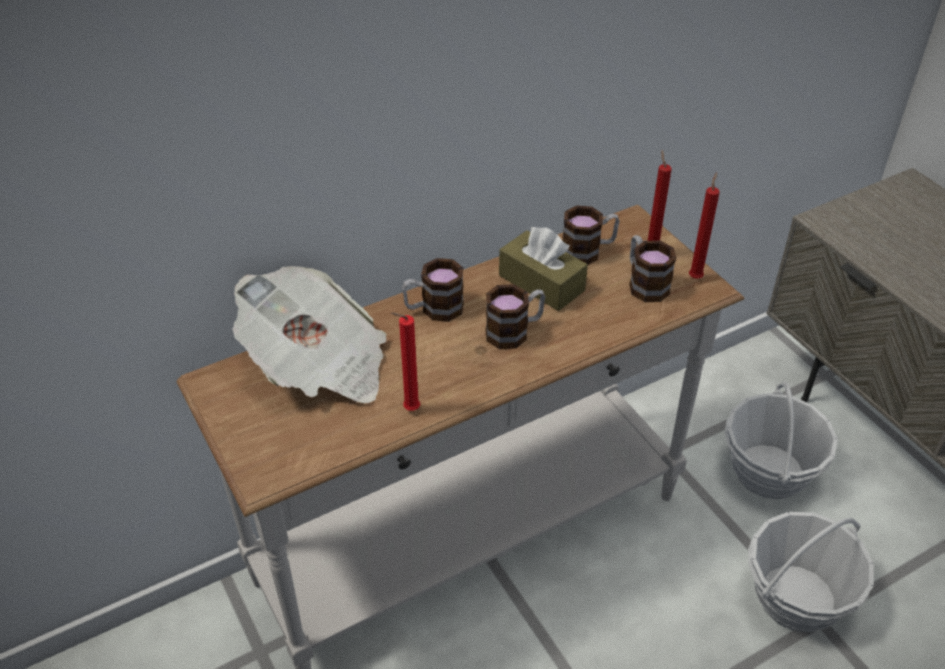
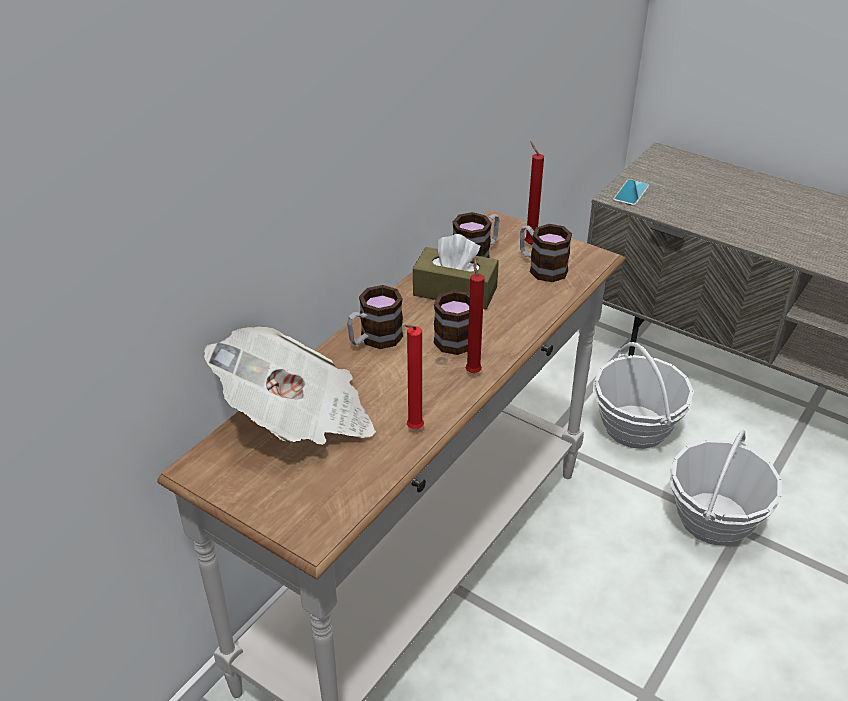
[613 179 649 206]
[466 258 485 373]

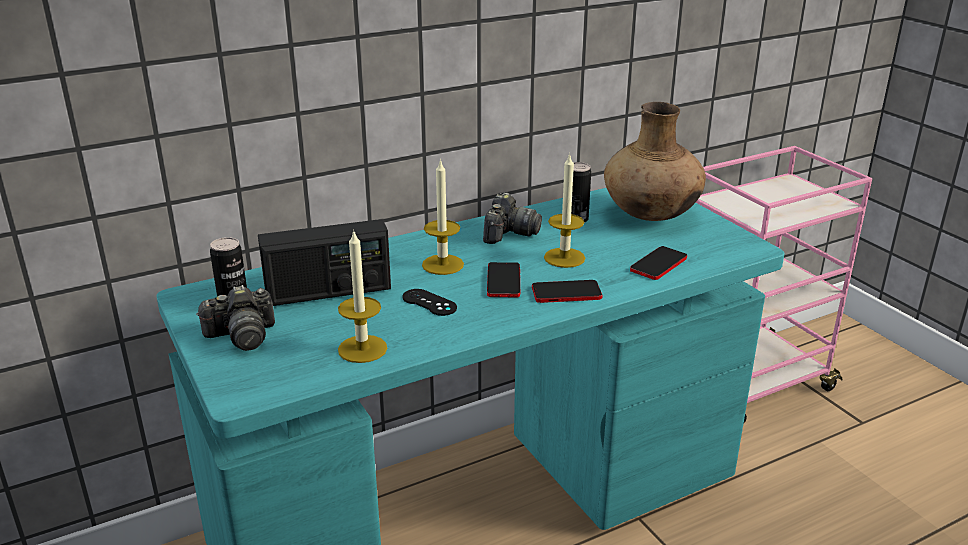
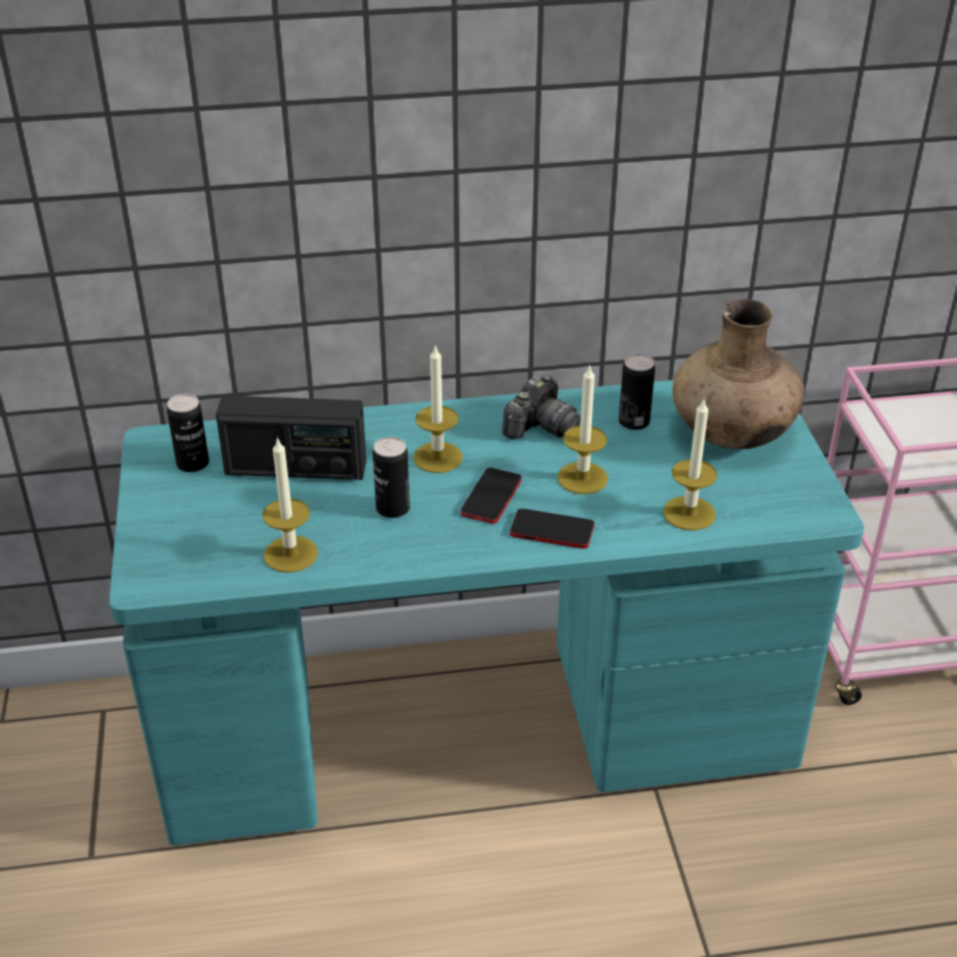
[196 285 275 351] (first image)
[373 437 410 518]
[663 399 717 531]

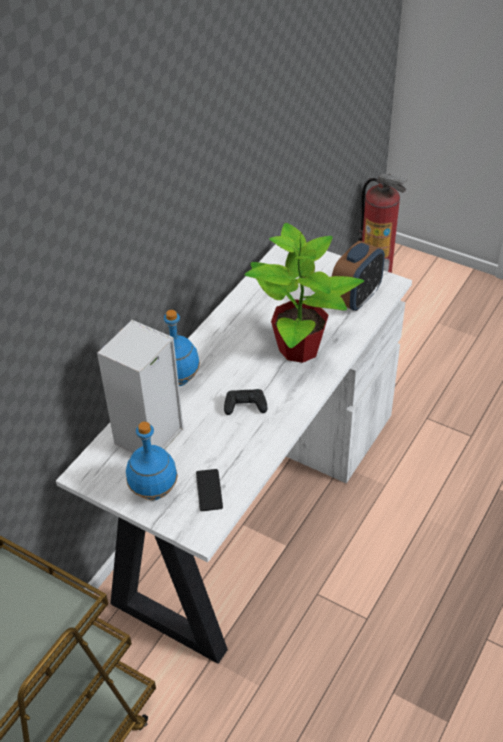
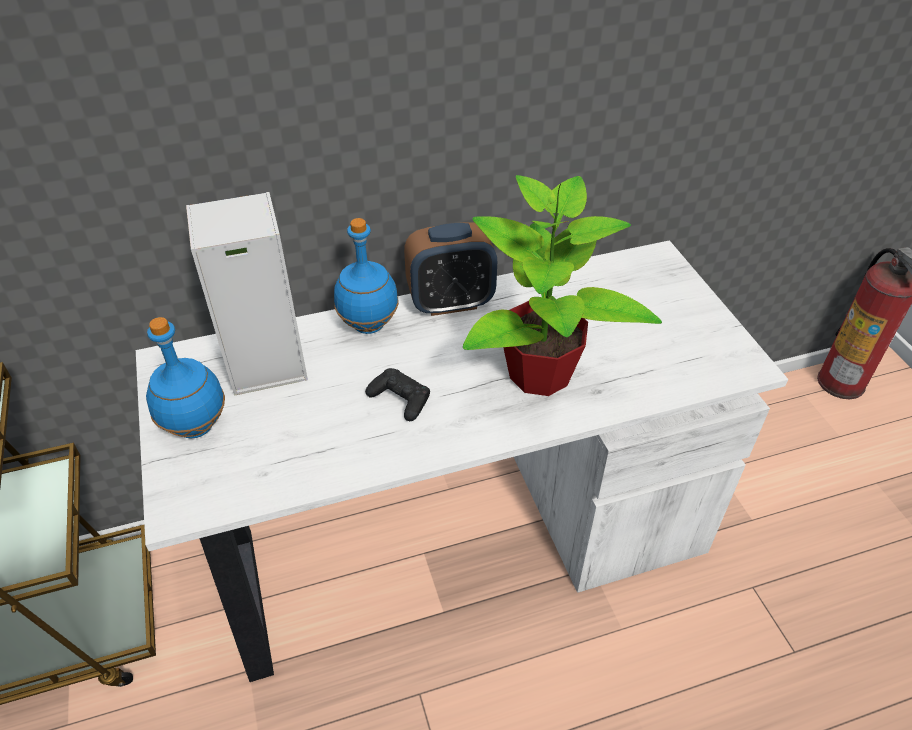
[196 469 223 511] (first image)
[404 222 497 316]

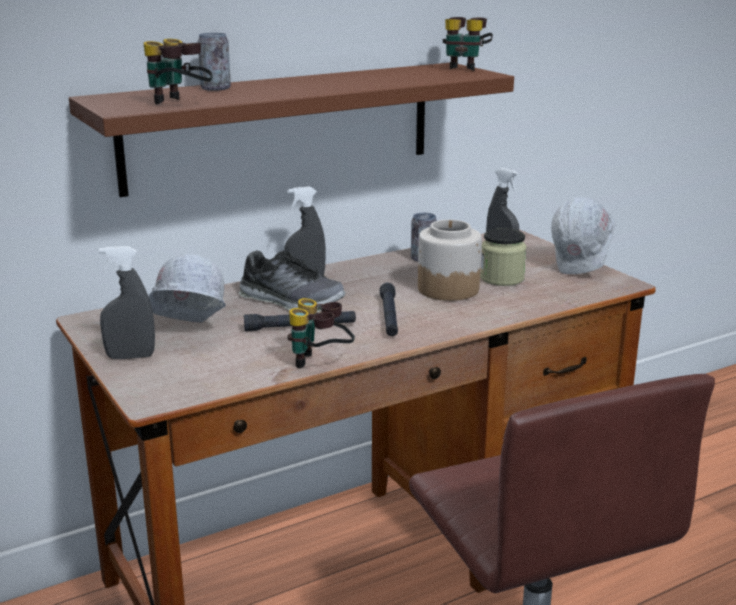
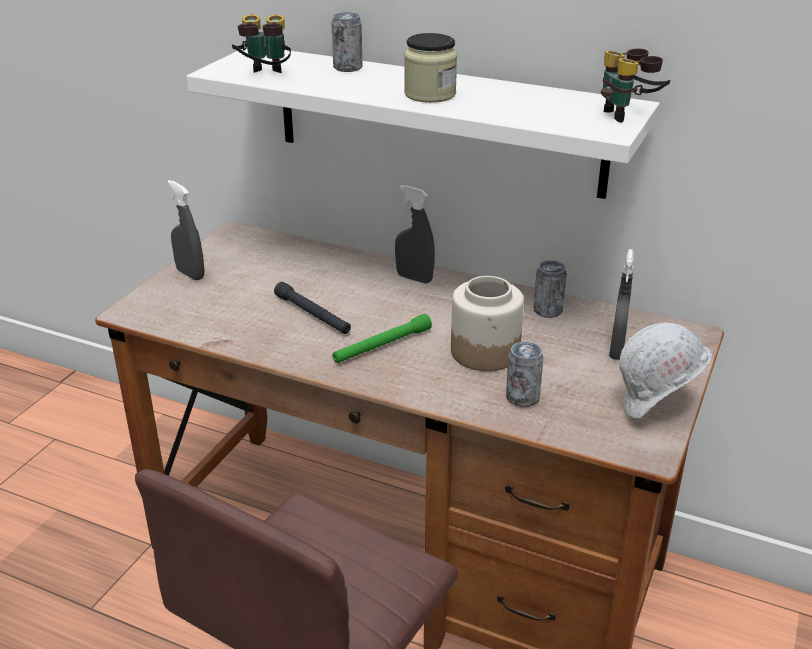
[149 254 226 323] (first image)
[239 250 345 312] (first image)
[287 298 355 368] (first image)
[506 342 544 407]
[404 33 457 103]
[186 47 660 199]
[332 314 432 363]

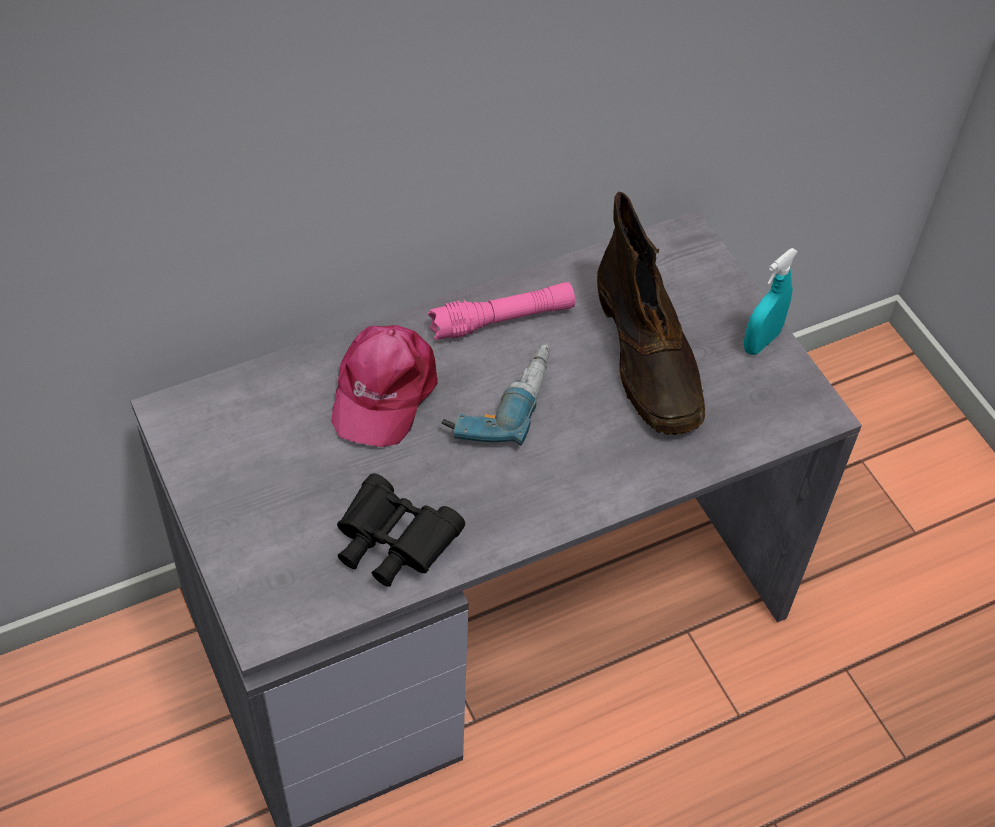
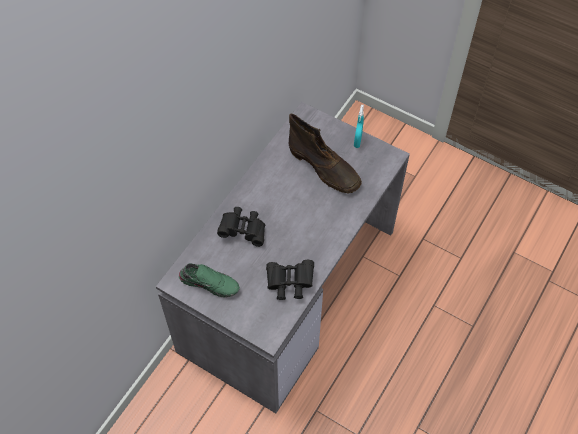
[428 282 575 340] (first image)
[442 344 550 446] (first image)
[179 263 240 297]
[217 207 265 247]

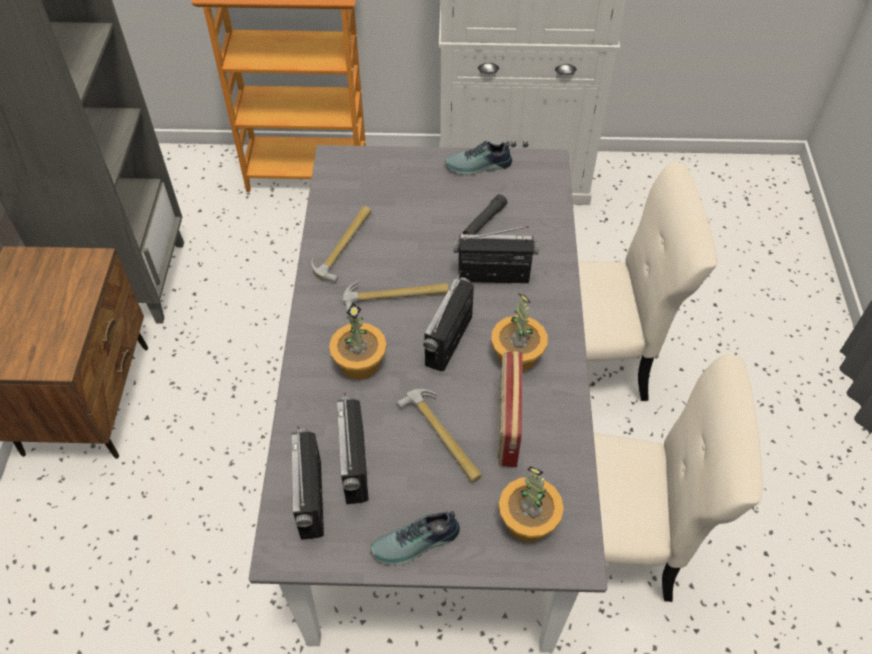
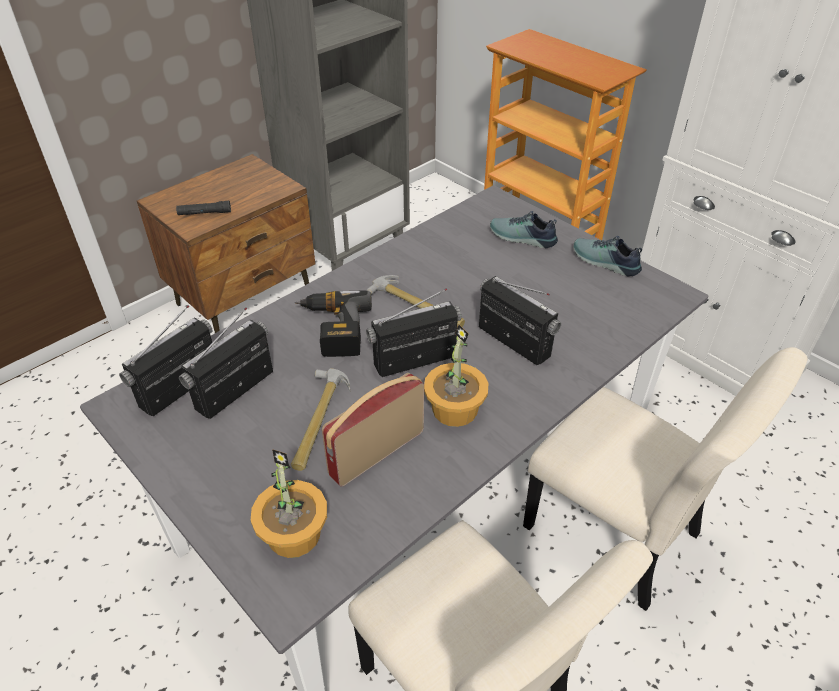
[311 206 371 282] (first image)
[490 211 558 248]
[176 201 231 215]
[295 291 372 357]

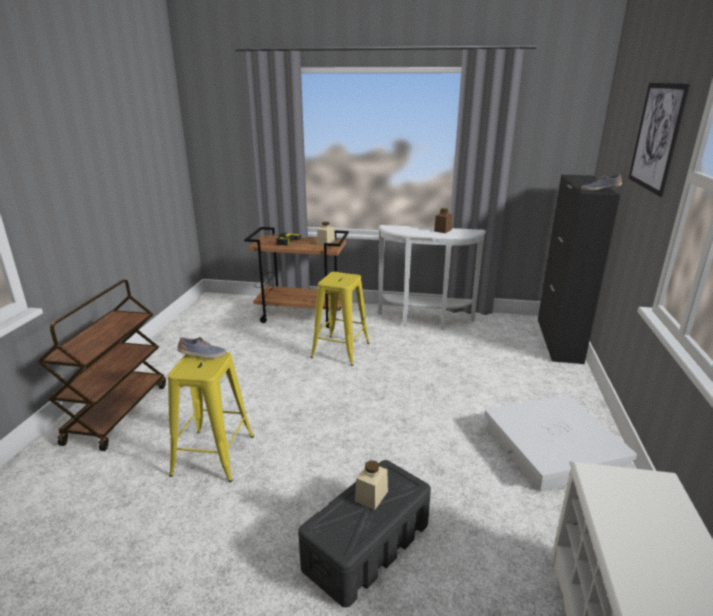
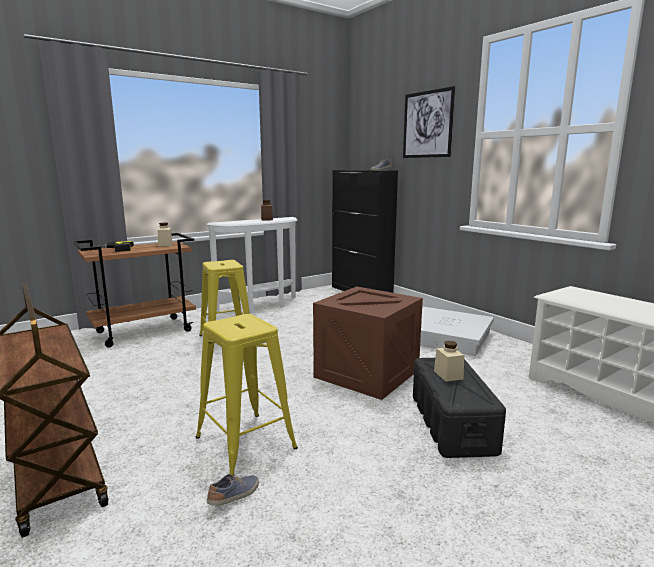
[313 286 423 400]
[207 474 259 506]

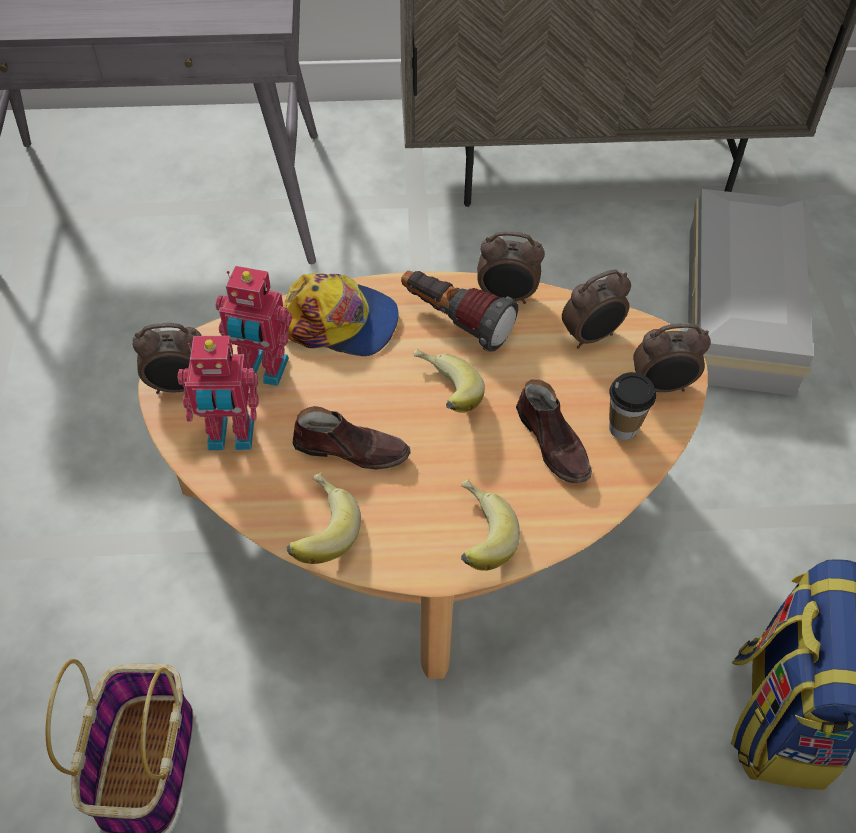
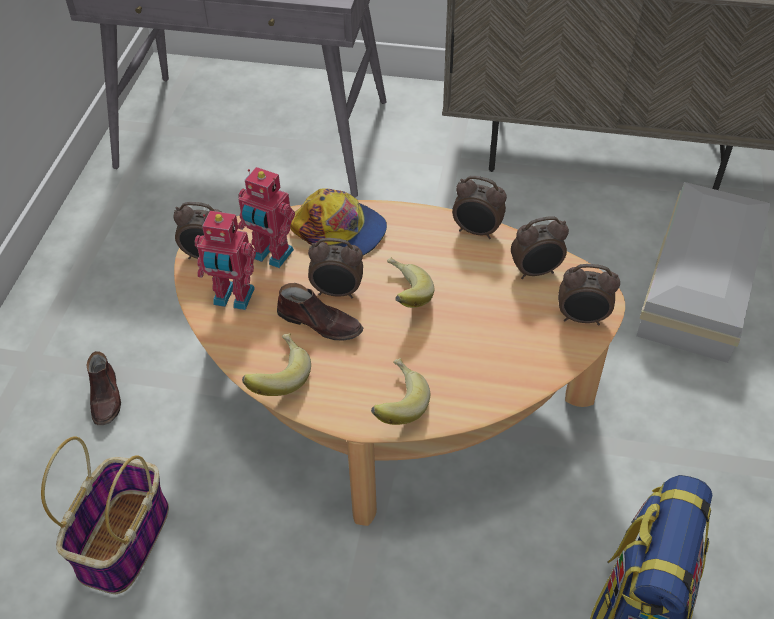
[401 271 518 352] (first image)
[609 372 656 440] (first image)
[308 238 363 298]
[86 351 121 425]

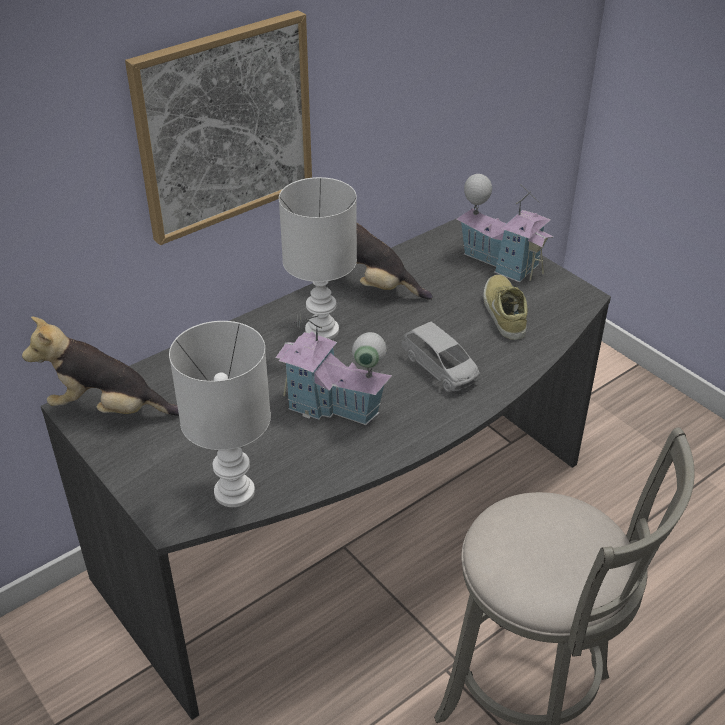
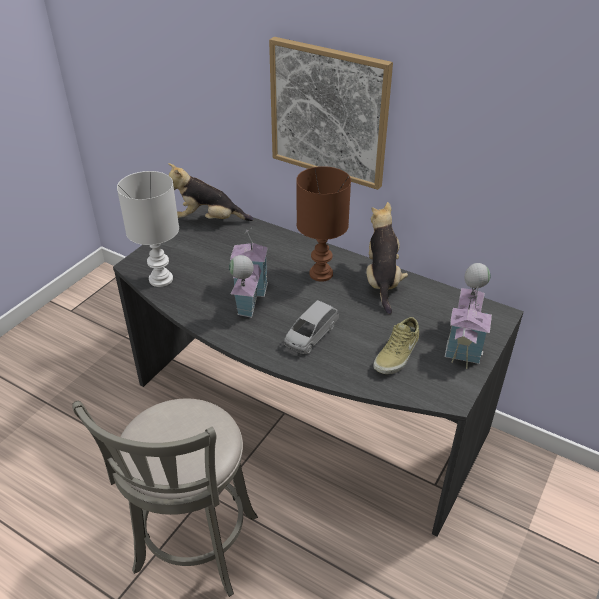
[296 166 351 282]
[168 163 254 221]
[373 317 419 374]

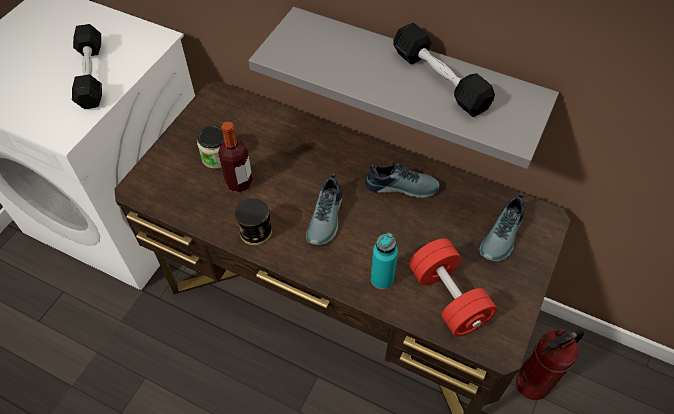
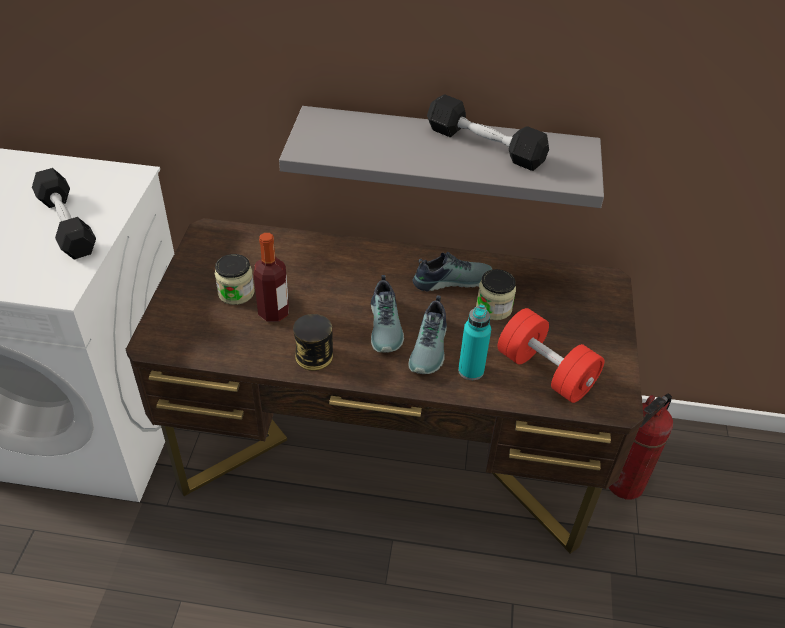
[476 269 516 320]
[408 295 447 374]

